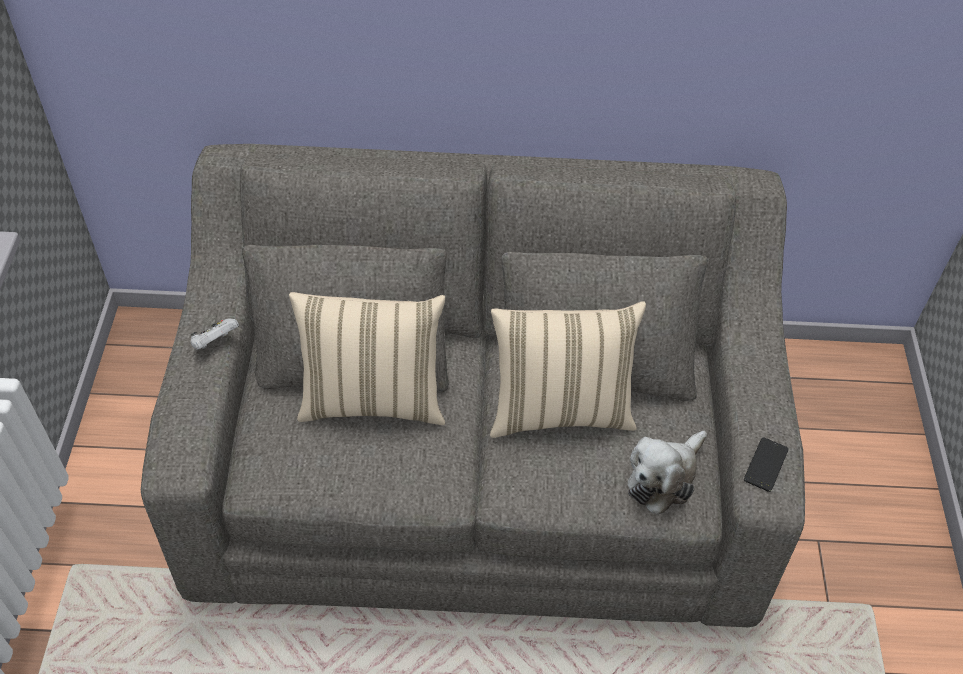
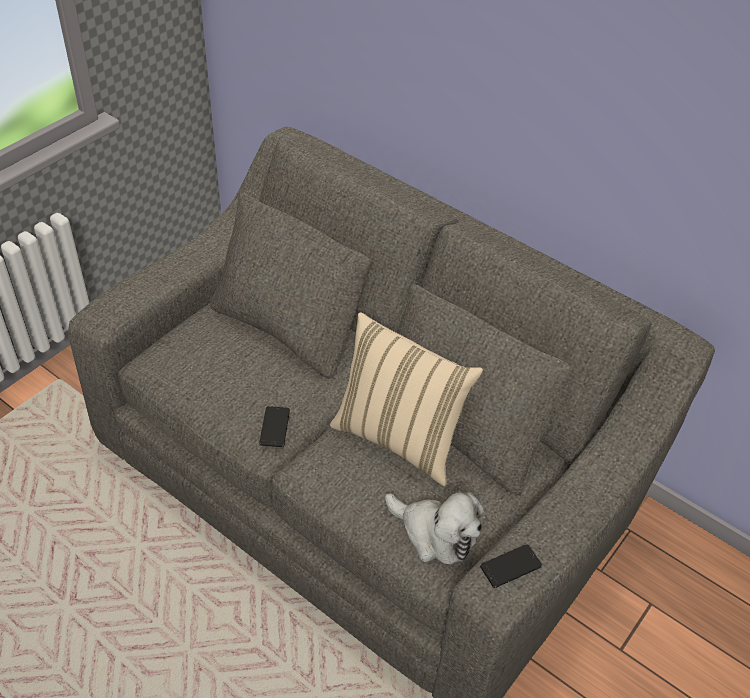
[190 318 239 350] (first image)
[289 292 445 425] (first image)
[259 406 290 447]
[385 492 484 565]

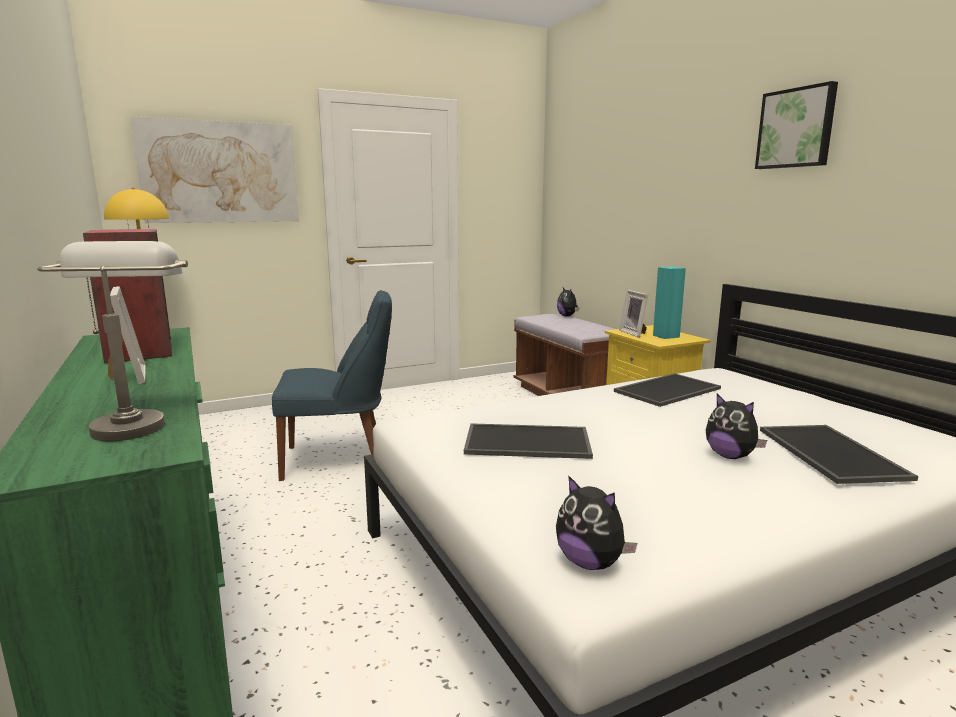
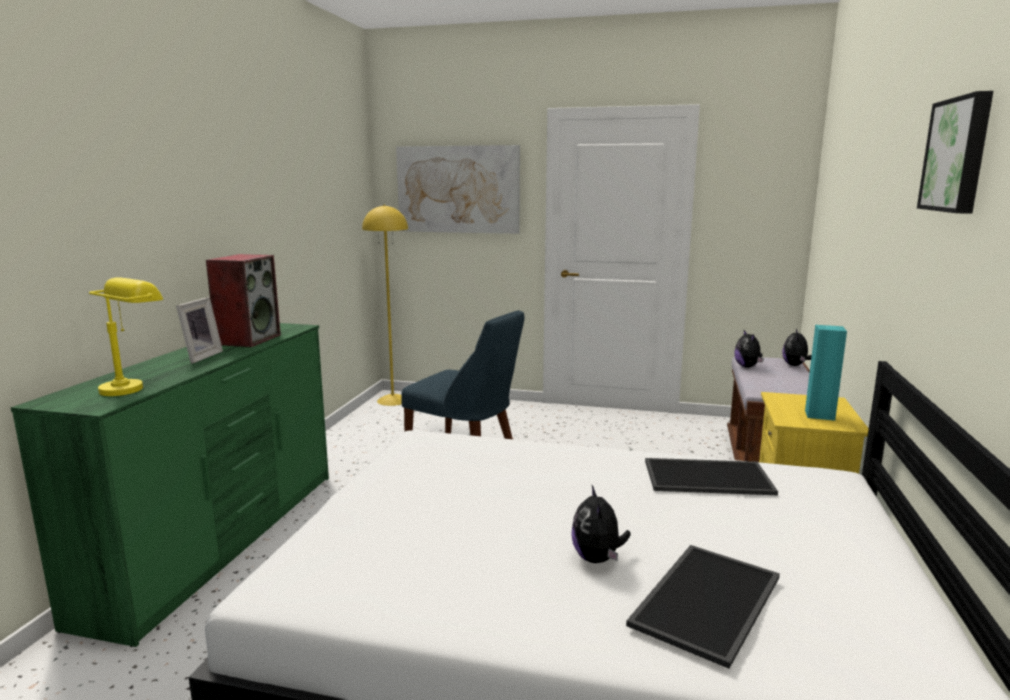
[464 423 593 459] (first image)
[619 290 649 337] (first image)
[734 330 764 367]
[89 277 163 396]

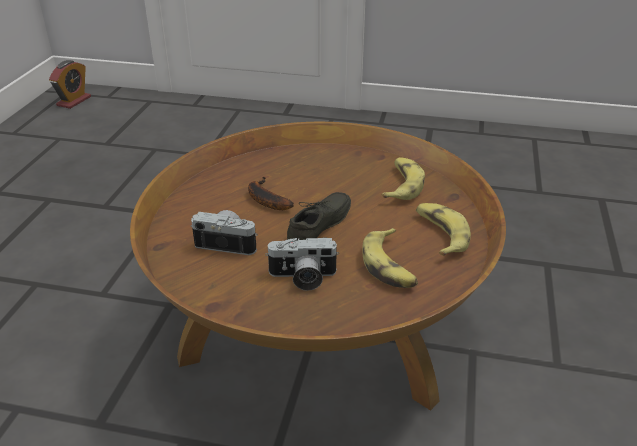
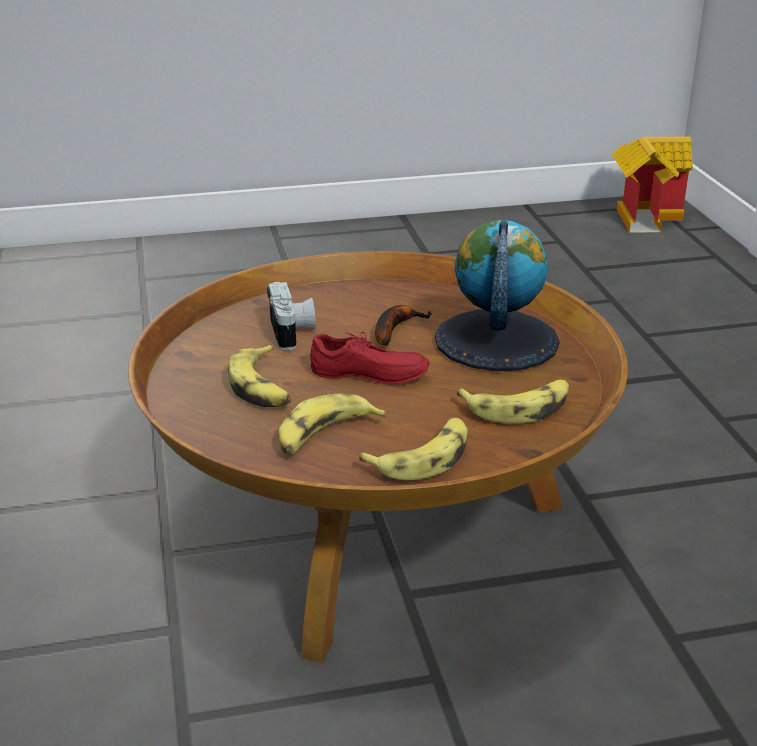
[435 220 560 371]
[611 136 693 233]
[228 345 291 407]
[310 332 430 384]

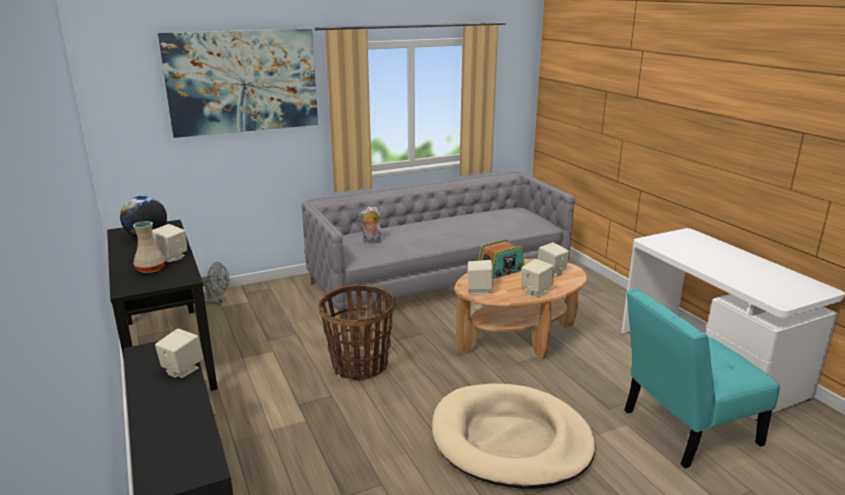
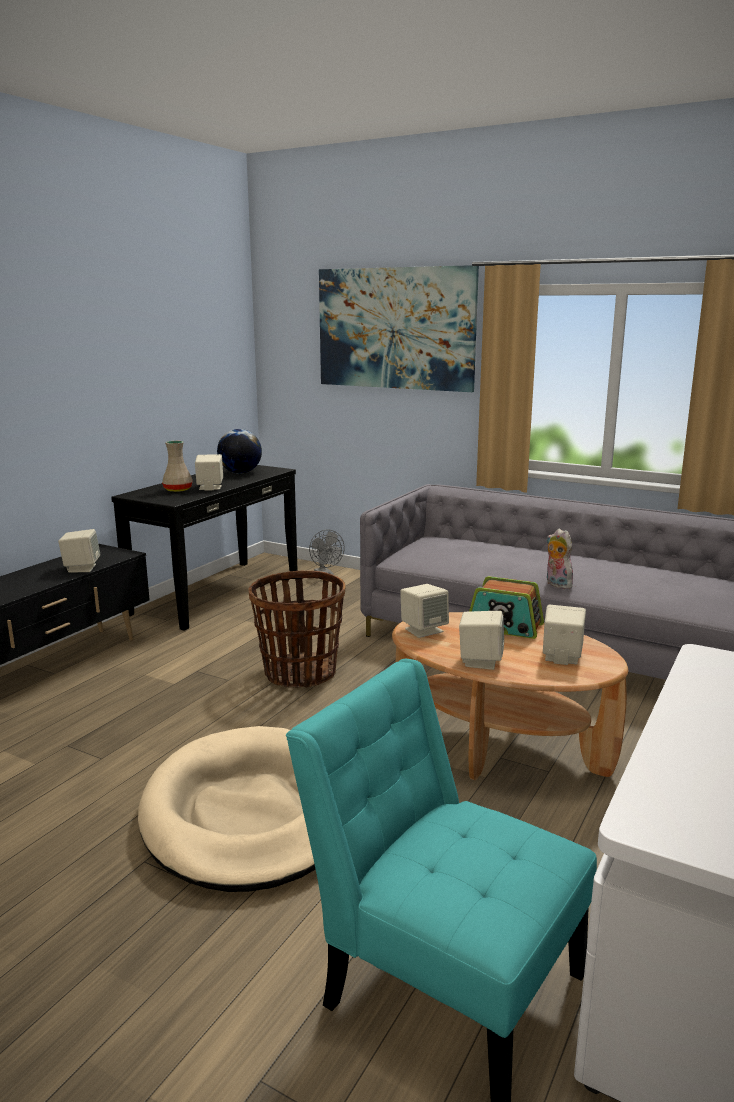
[547 529 573 589]

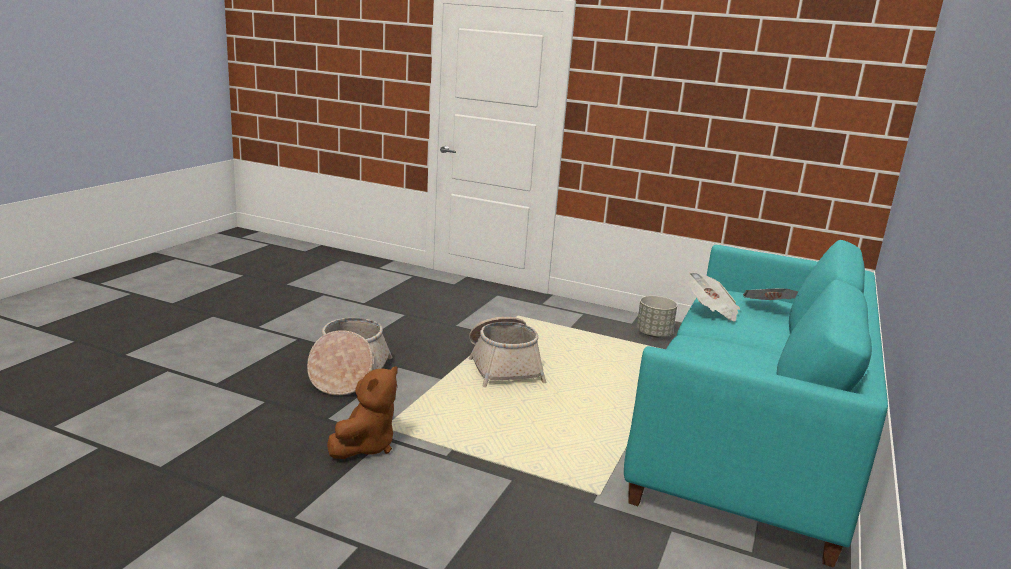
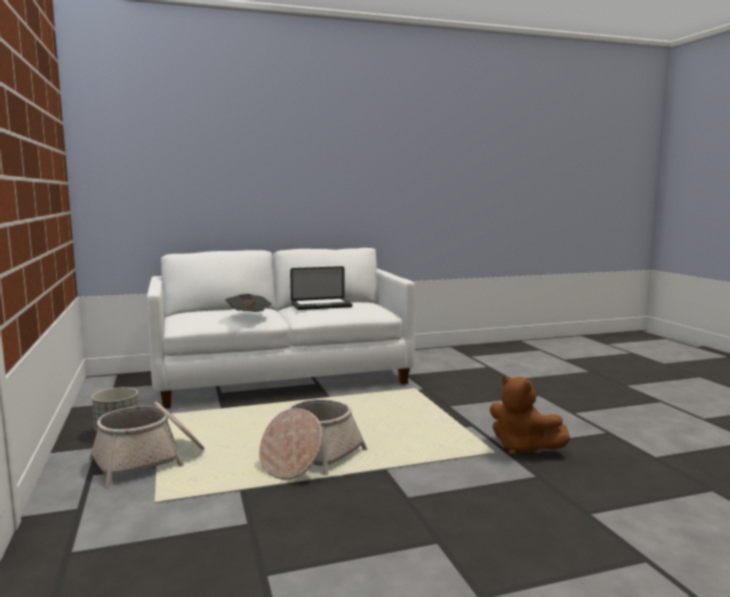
[743 288 798 300] (first image)
[290 266 353 310]
[89 401 204 486]
[147 248 415 409]
[490 376 571 456]

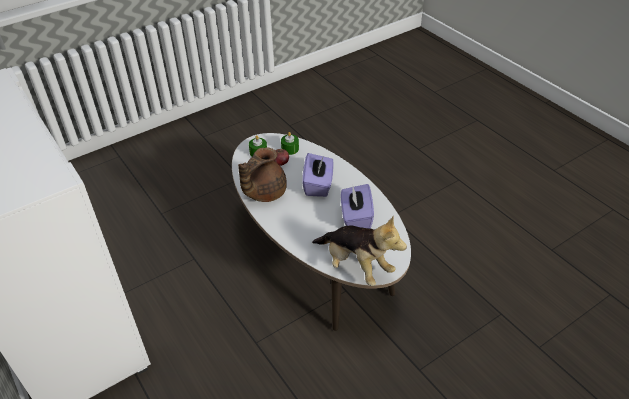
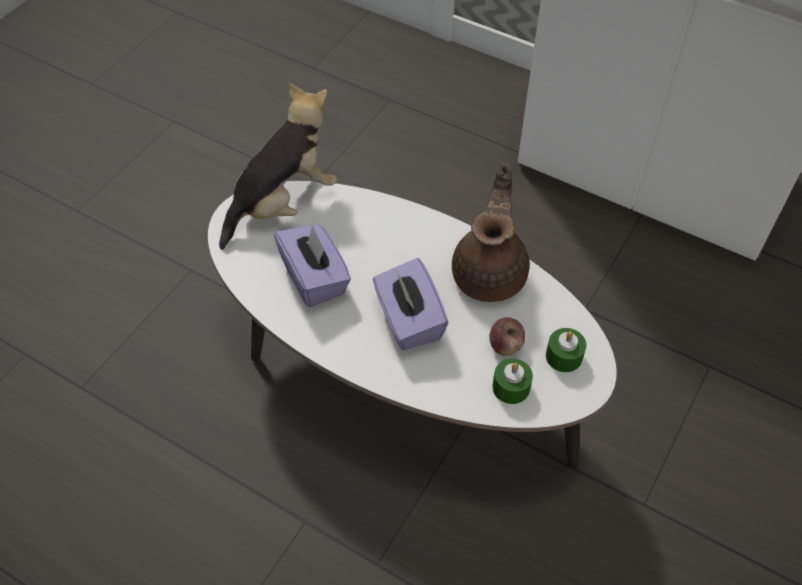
[219 83 337 250]

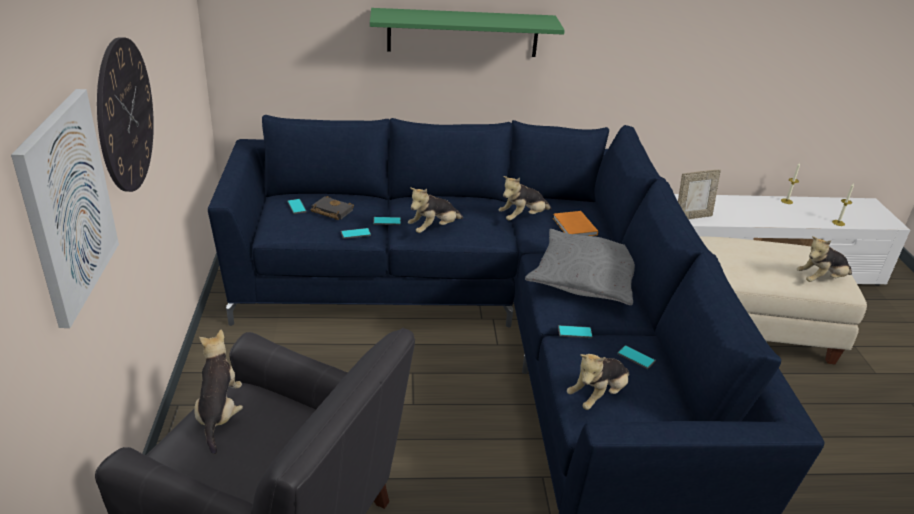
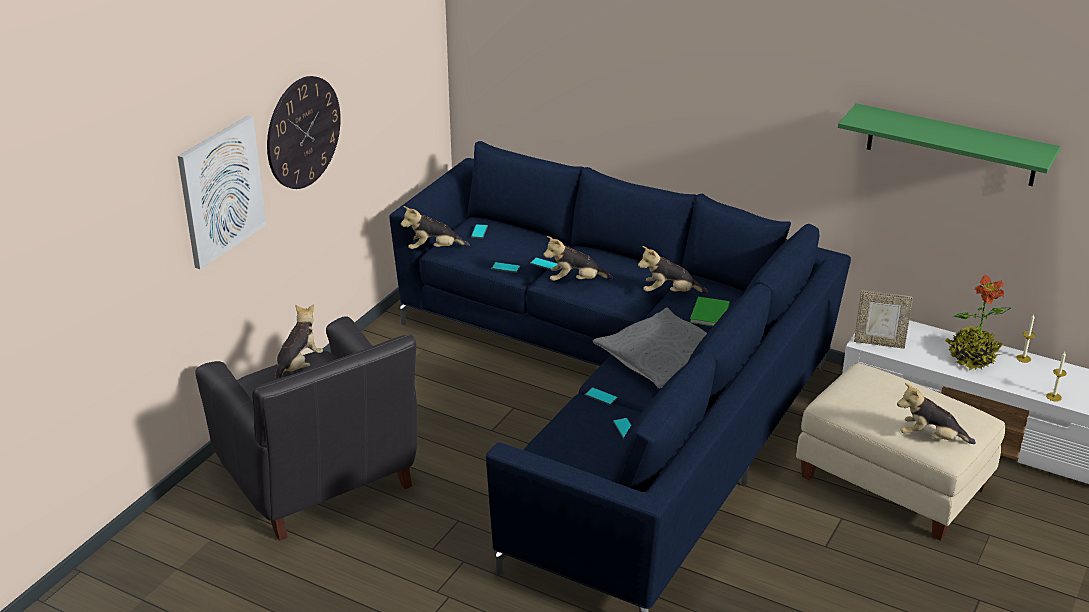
[311 196 354 220] (first image)
[945 274 1011 371]
[838 103 1060 186]
[401 206 470 249]
[690 297 730 327]

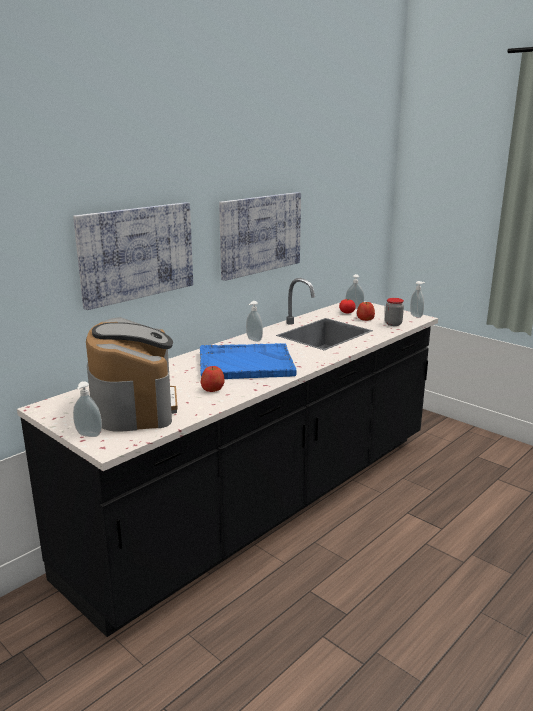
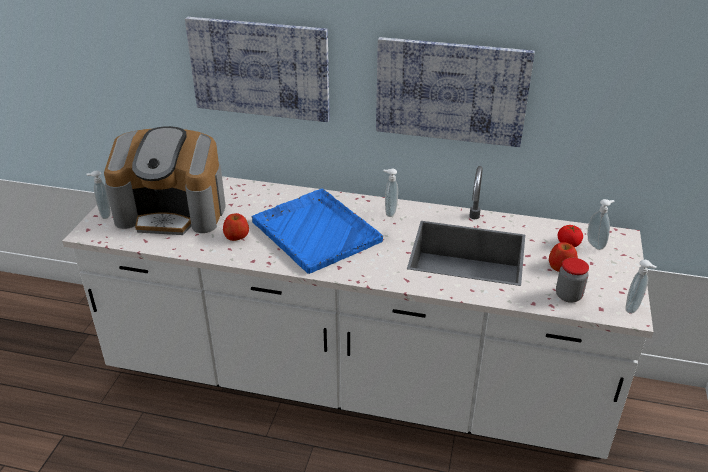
[62 166 654 459]
[104 126 226 235]

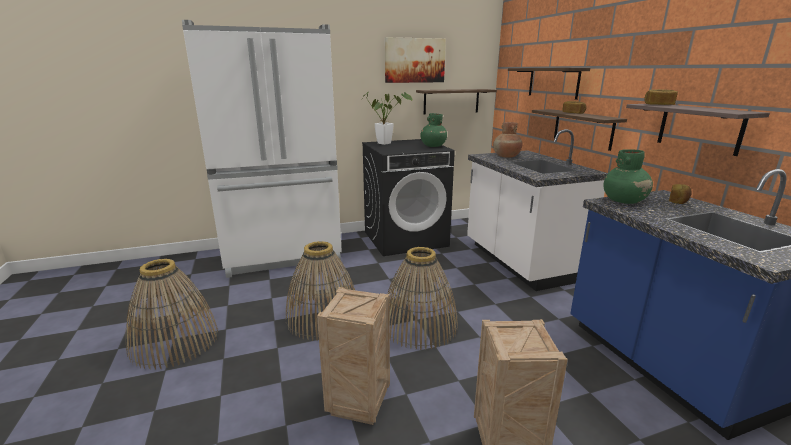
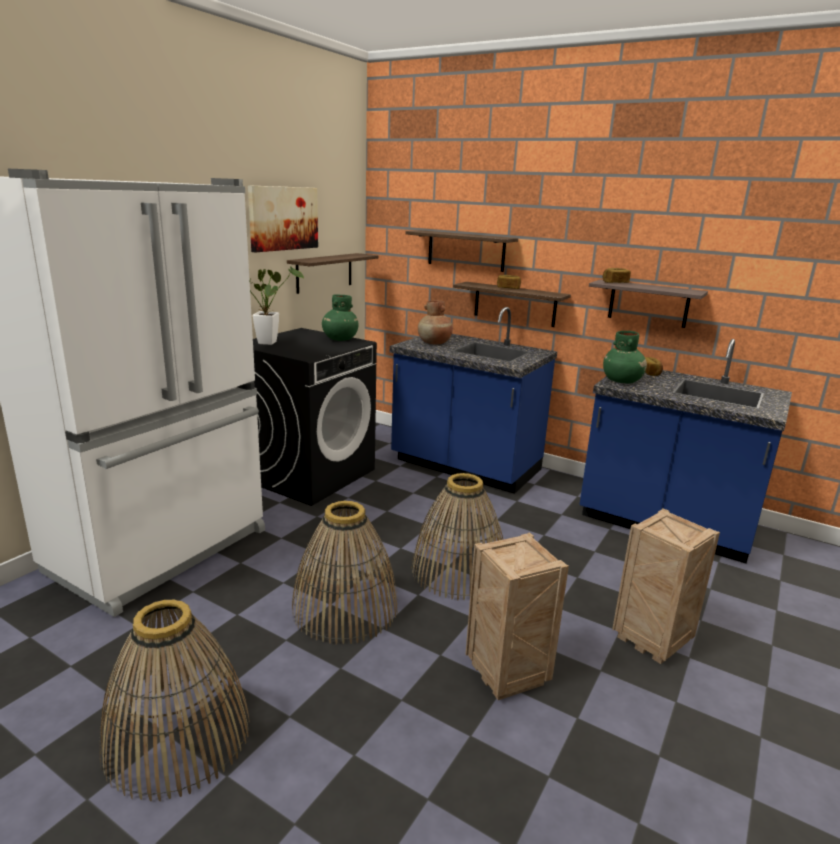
[390 307 557 494]

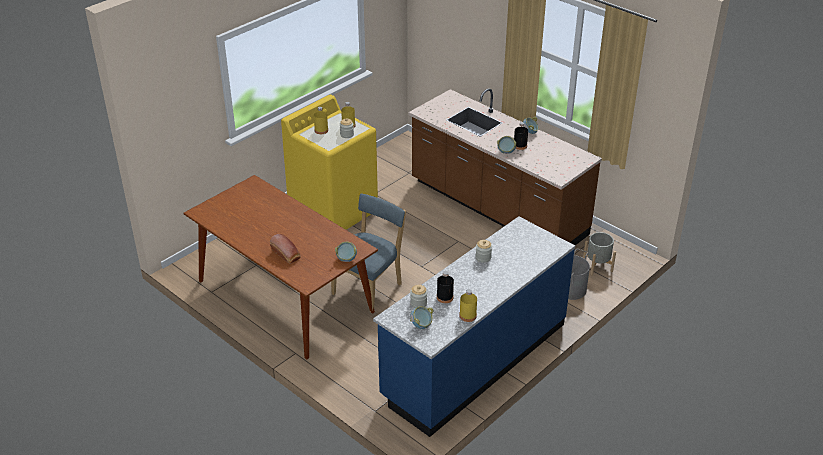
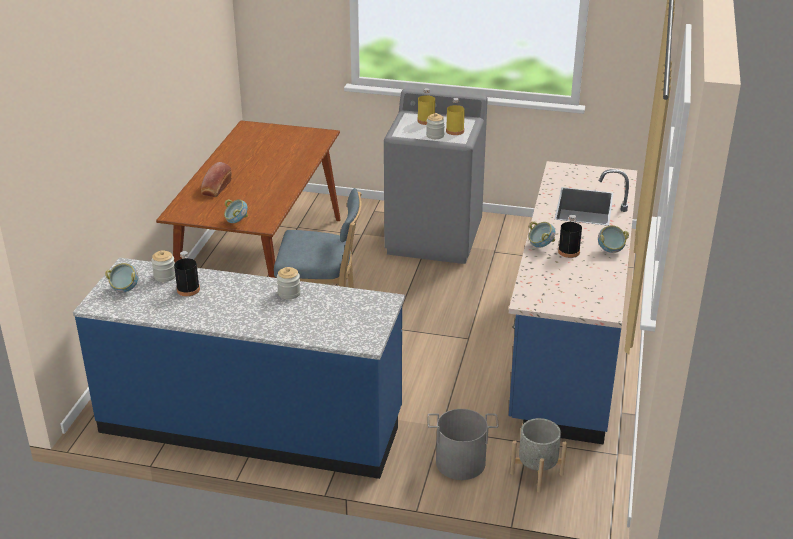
[459 289 477 322] (first image)
[384 88 488 264]
[509 161 637 445]

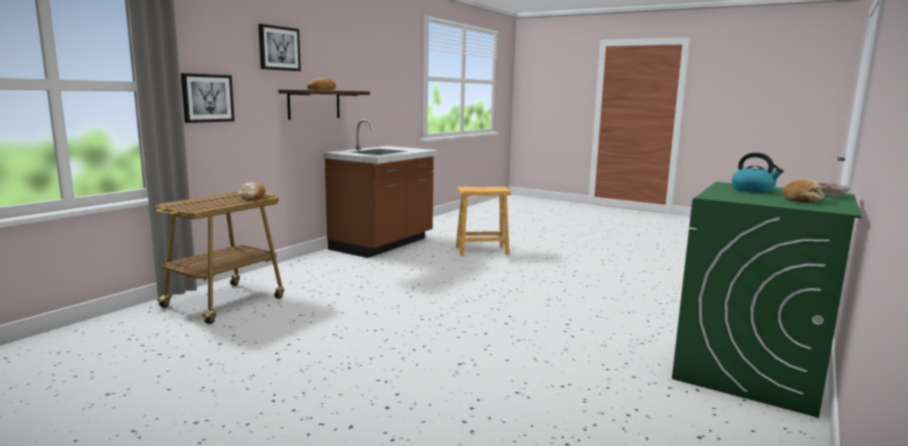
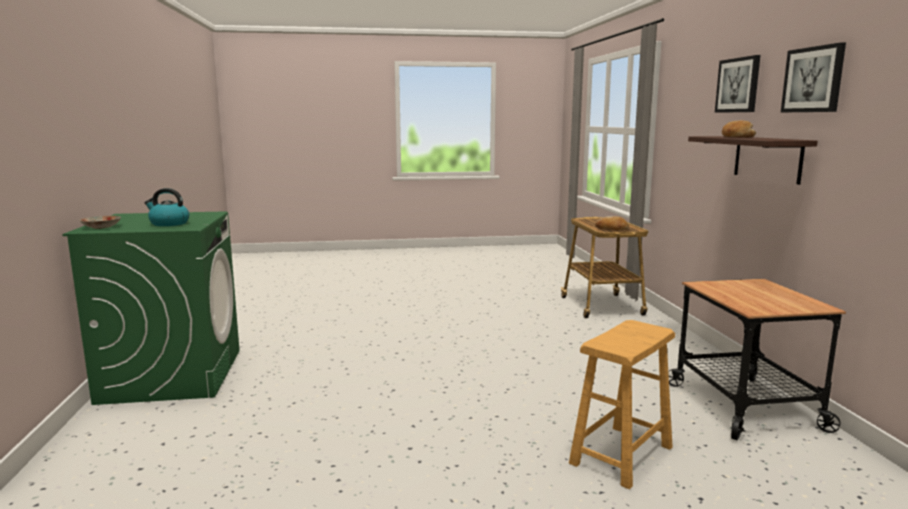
[782 180 825 203] (first image)
[781 42 846 112]
[668 279 846 440]

